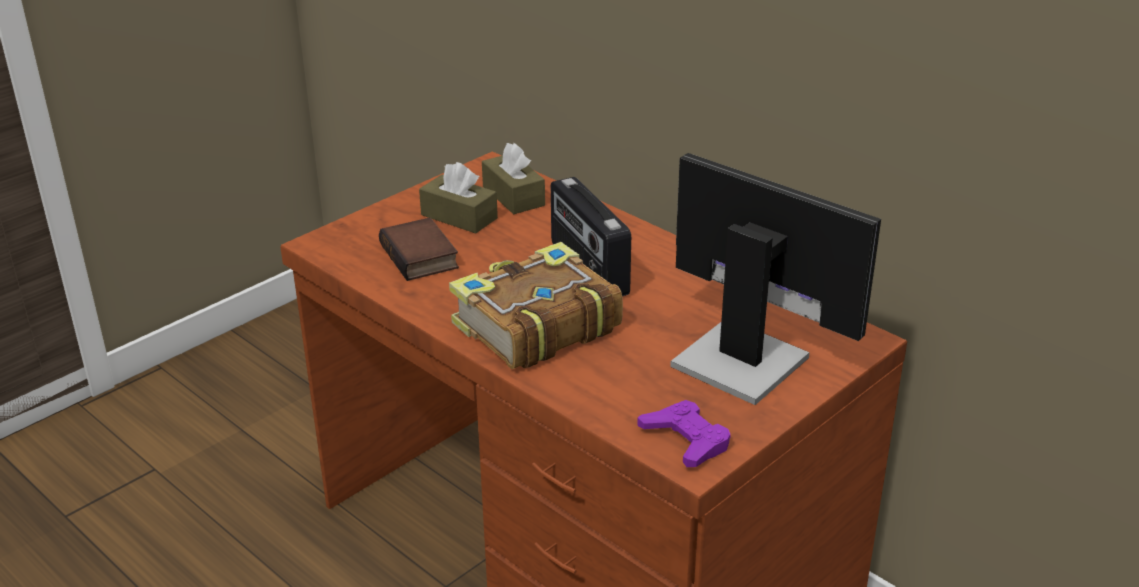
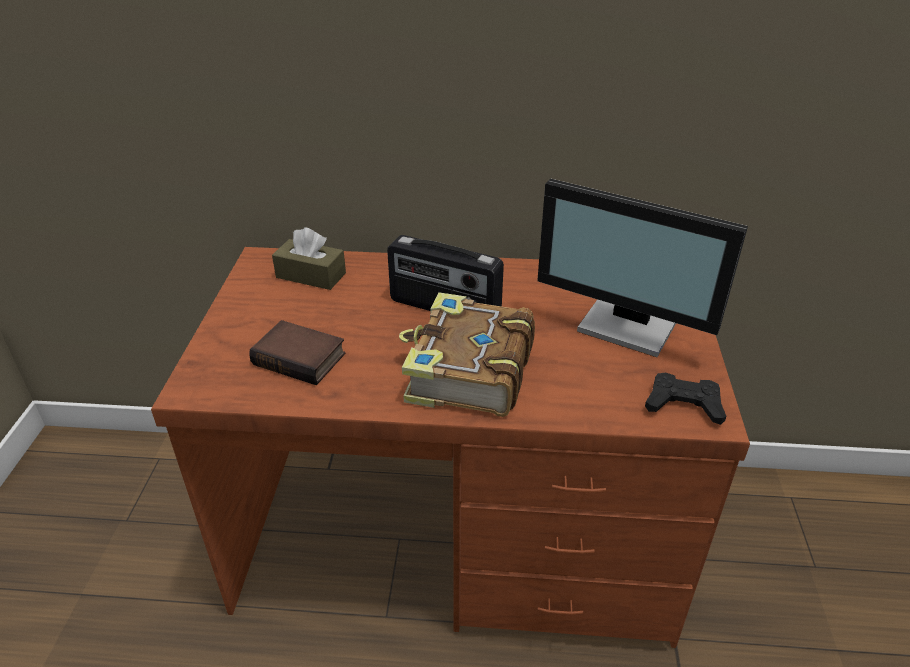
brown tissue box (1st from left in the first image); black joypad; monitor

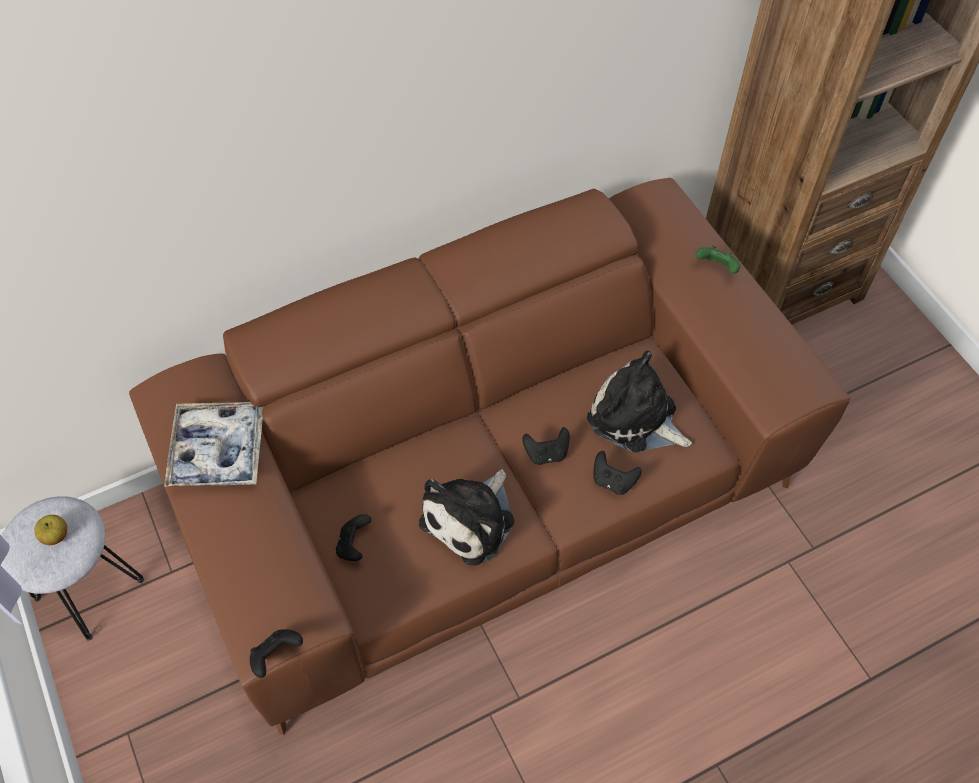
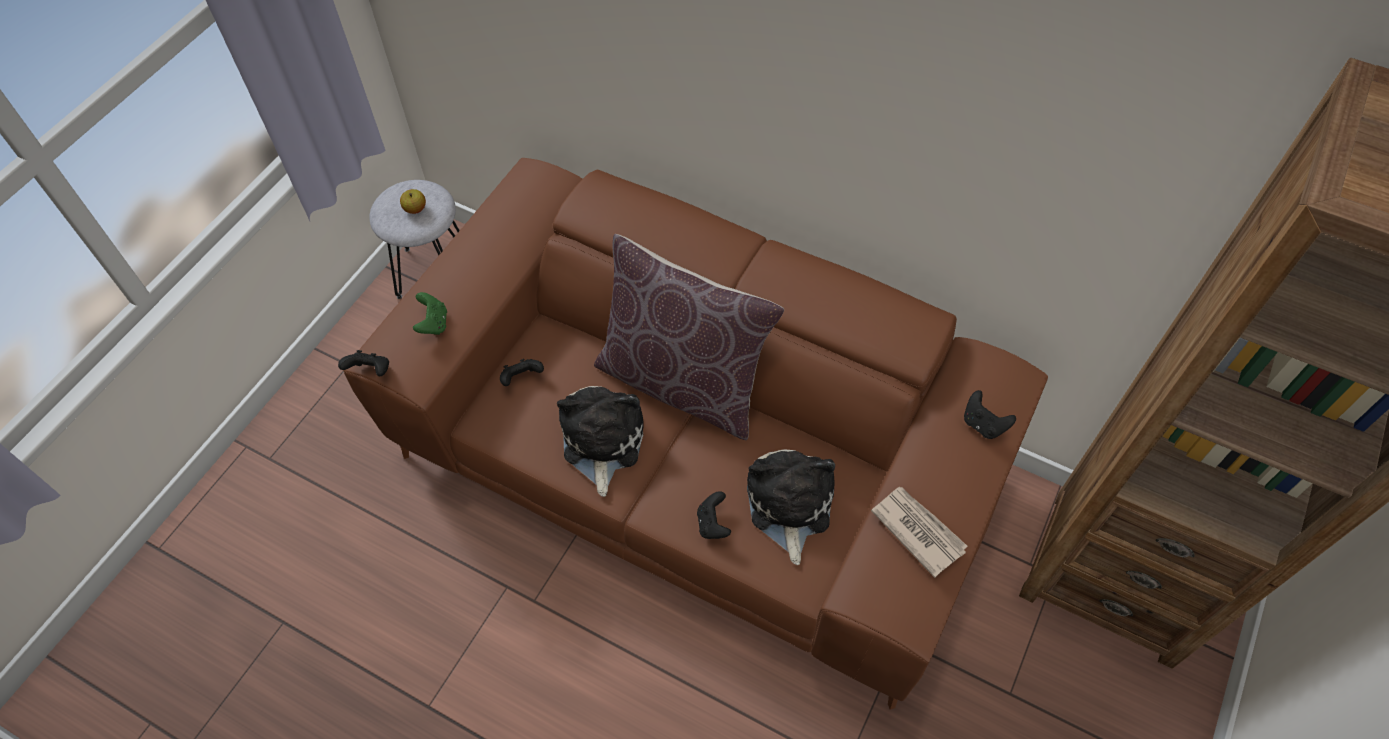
carrying tray; brown pillow; printed paper; black joypad (4th from left); greenish joypad; soft toy (1st from left)

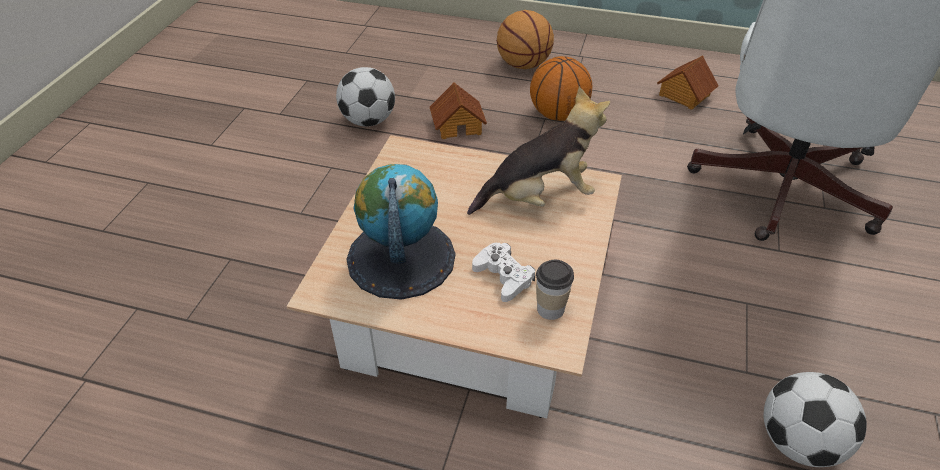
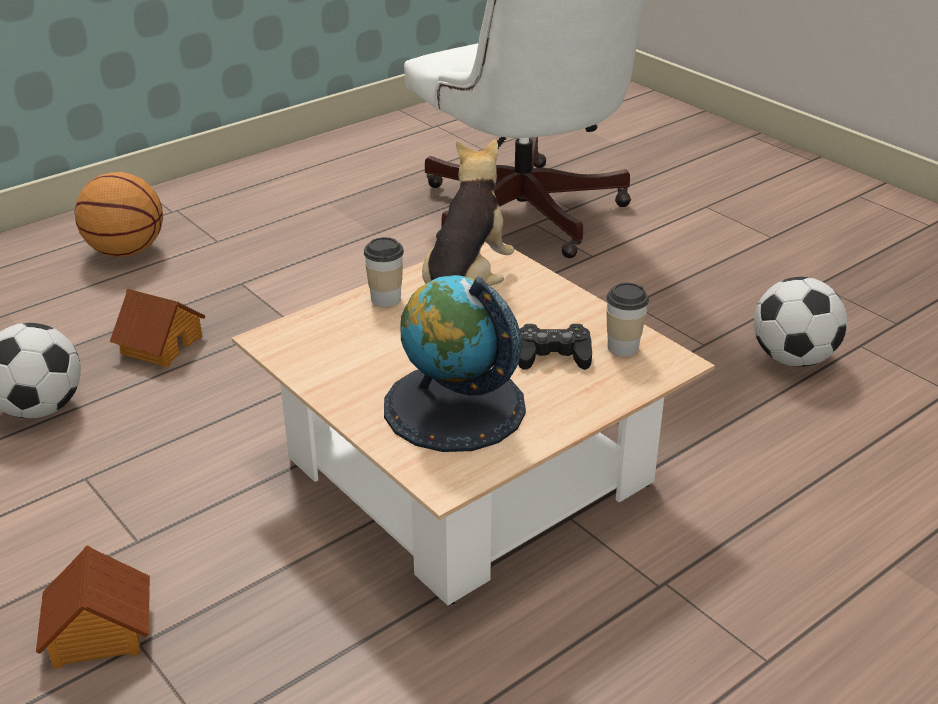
basketball ball (2nd from left in the first image); drinking cup (1st from left); model house (1st from left); black joypad

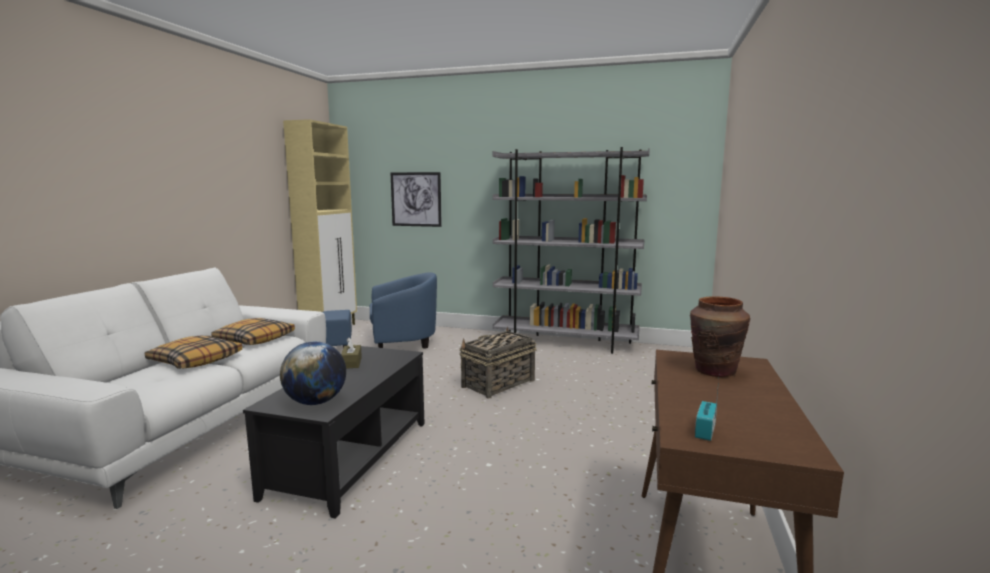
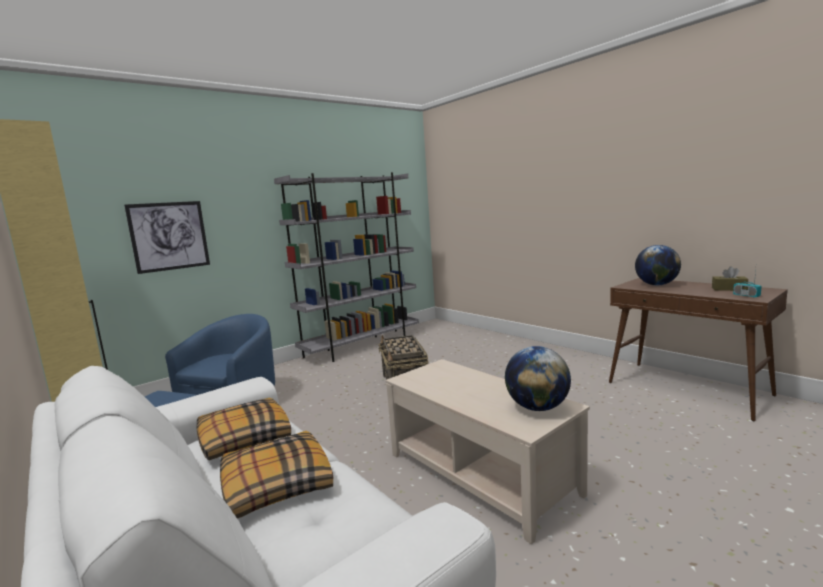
brown tissue box; world globe (2nd from left); beige-coloured lounge table

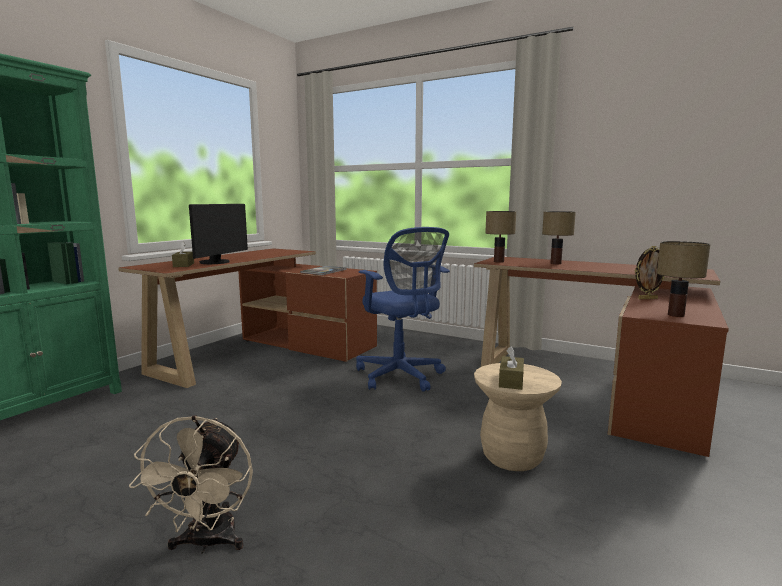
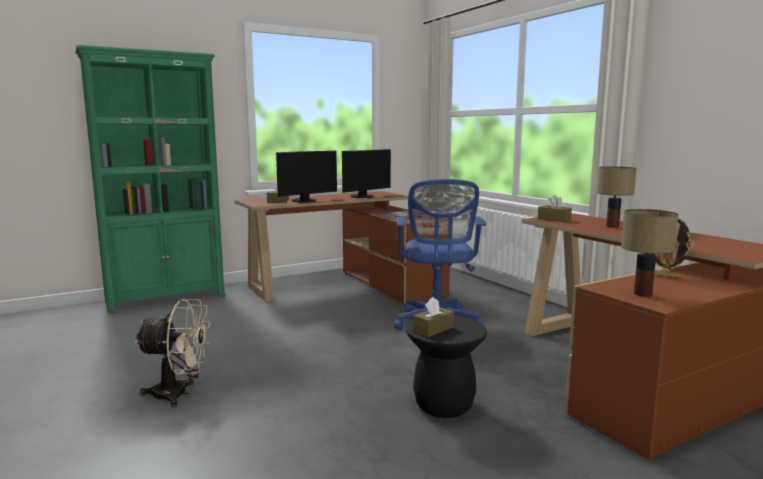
monitor (2nd from left); brown tissue box (3rd from left); black stool; beige-coloured fan

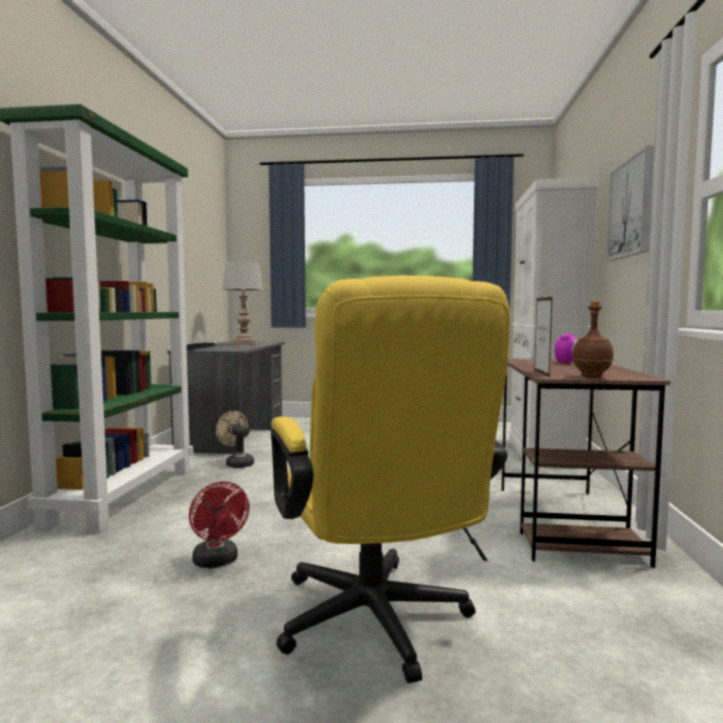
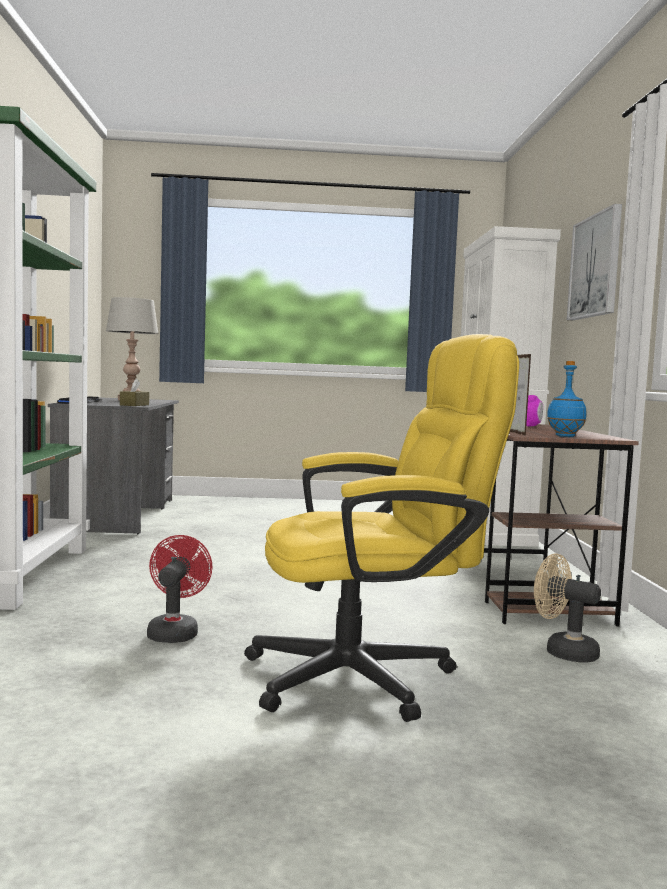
brown tissue box; beige-coloured fan; bluish drink bottle; red-coloured fan; yellowish office chair

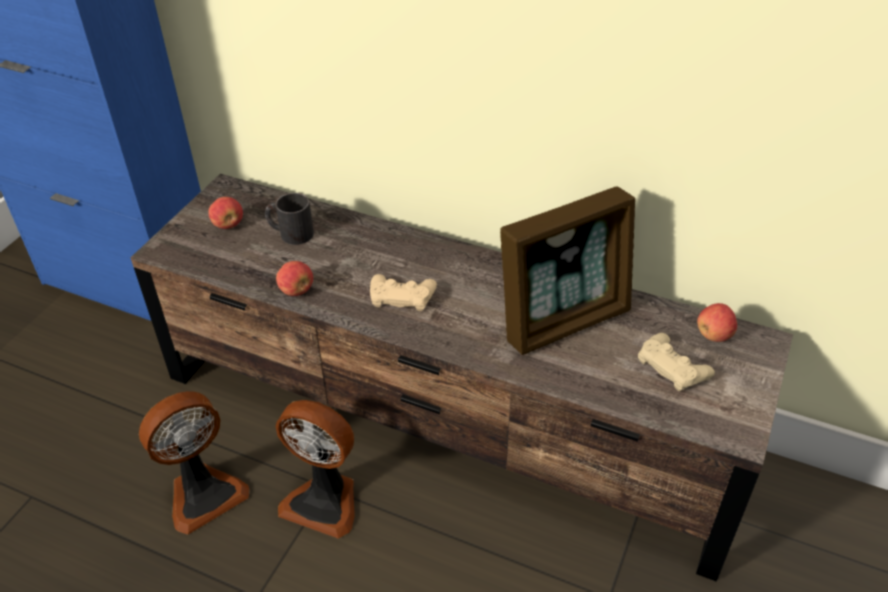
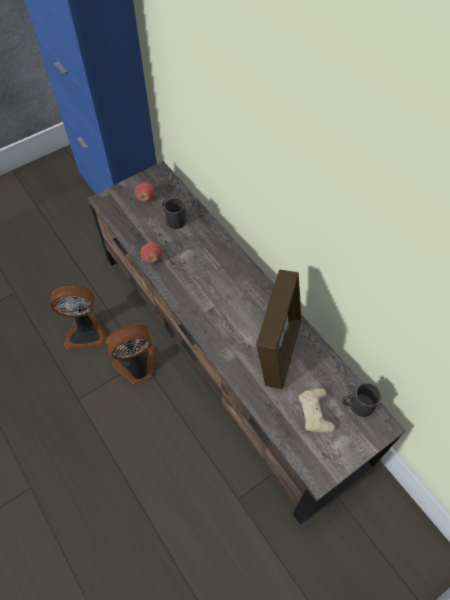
beige-coloured joypad (1st from left in the first image); black mug (2nd from left); fan (2nd from left); standing frame

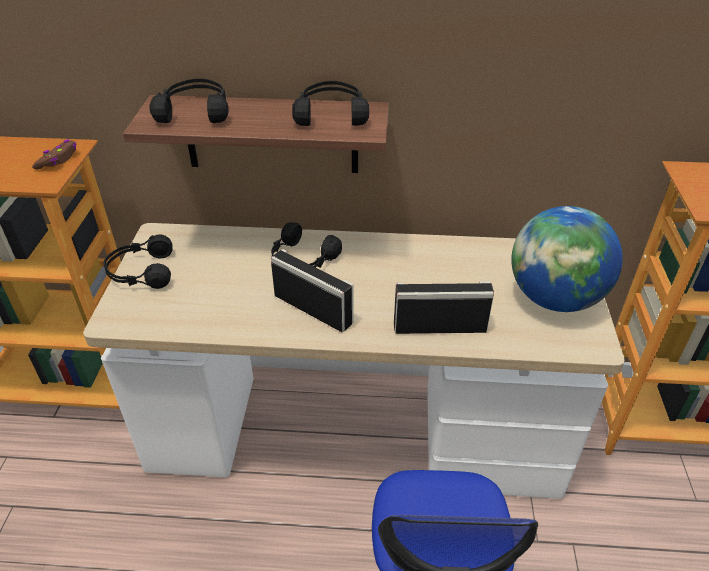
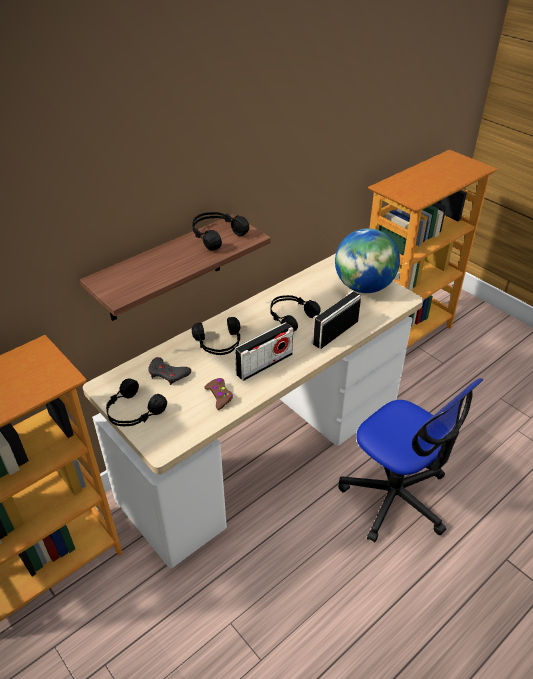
greyish joypad; brown joypad; black pair of headphones (4th from left); radio receiver (1st from left)

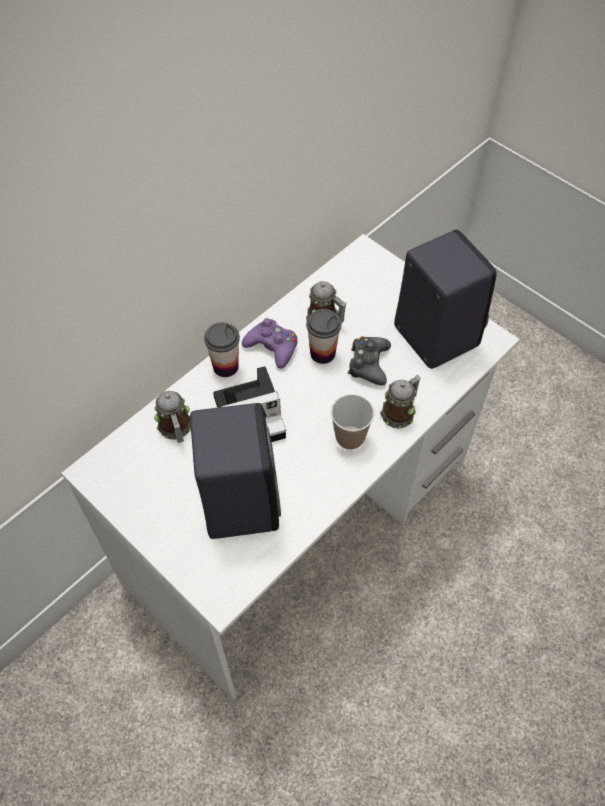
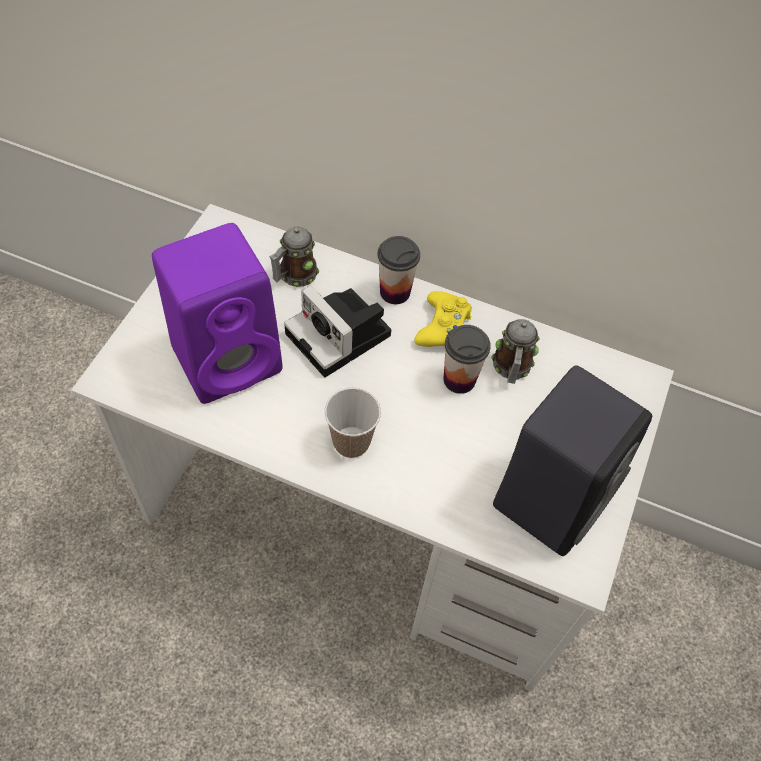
black joypad; mug (3rd from left in the first image); purple-coloured loudspeaker; yellowish joypad

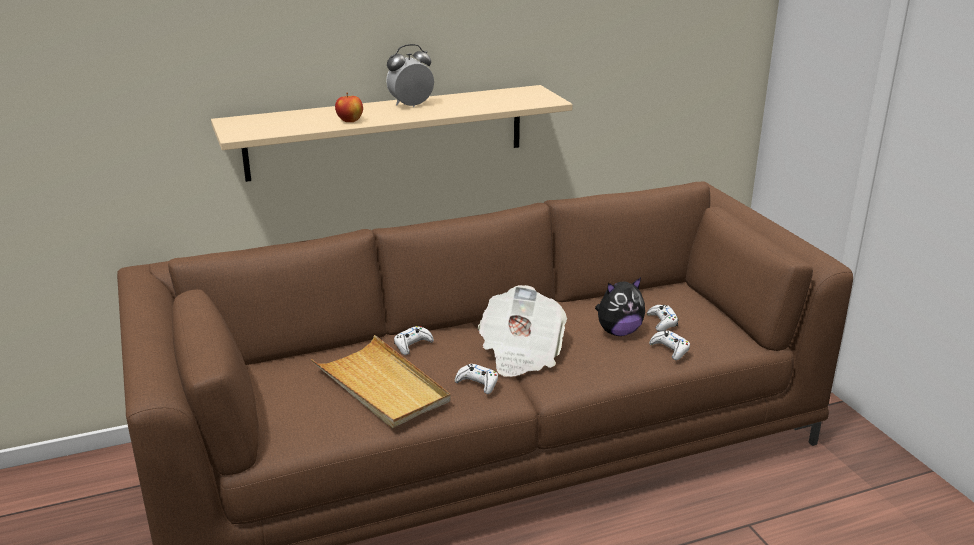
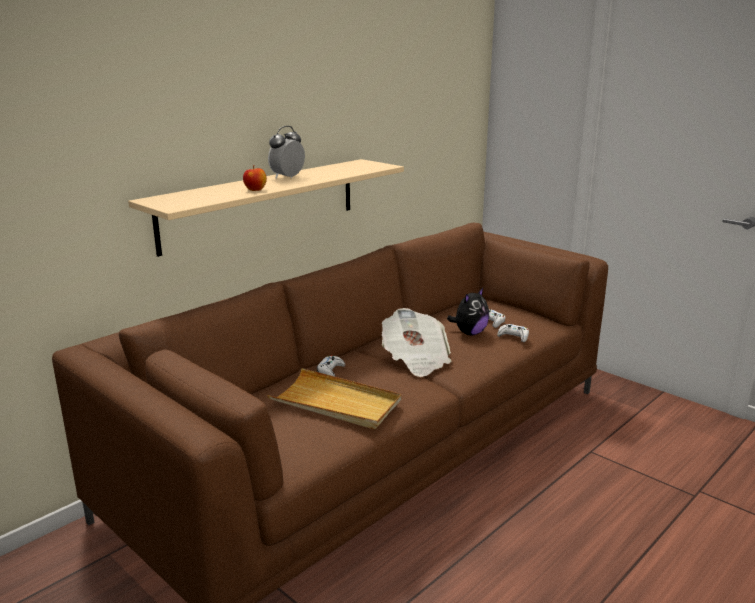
white joypad (2nd from left in the first image)

